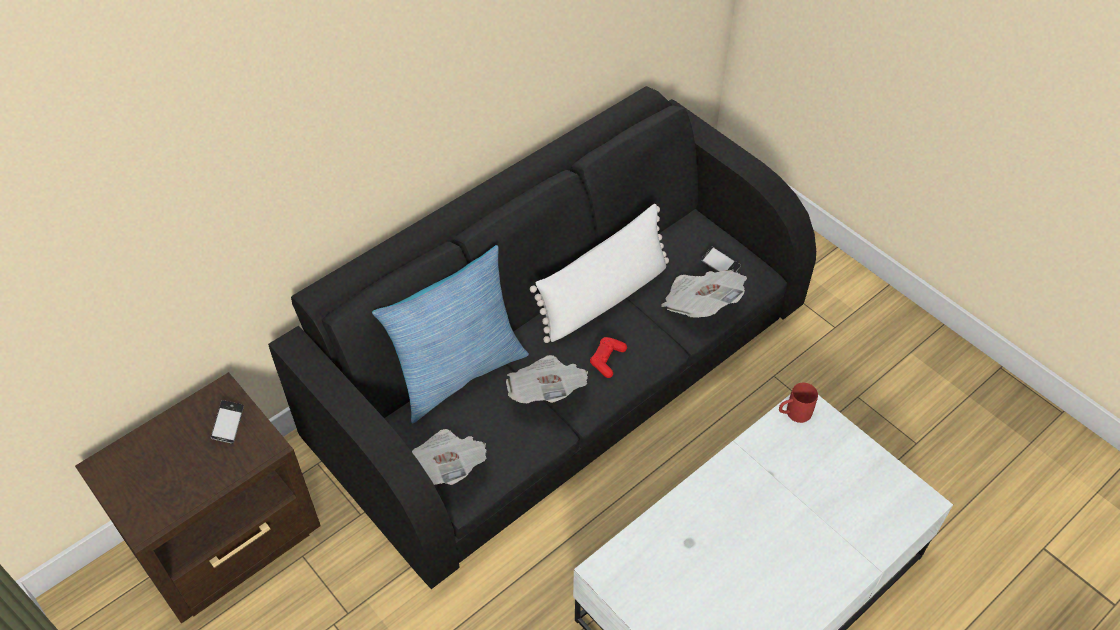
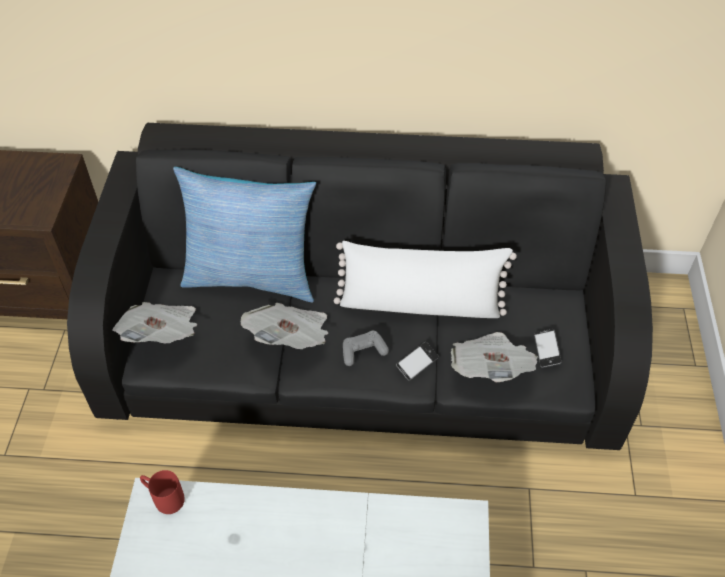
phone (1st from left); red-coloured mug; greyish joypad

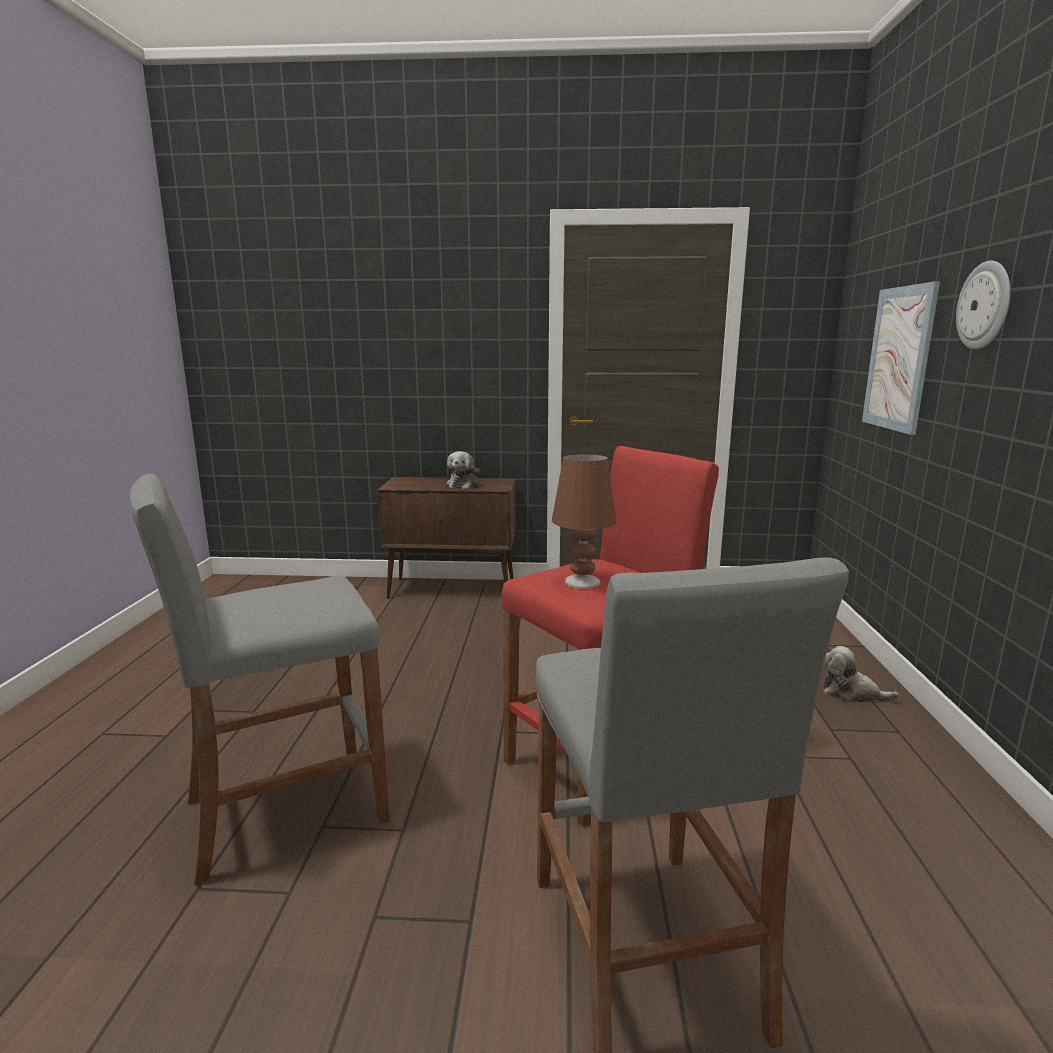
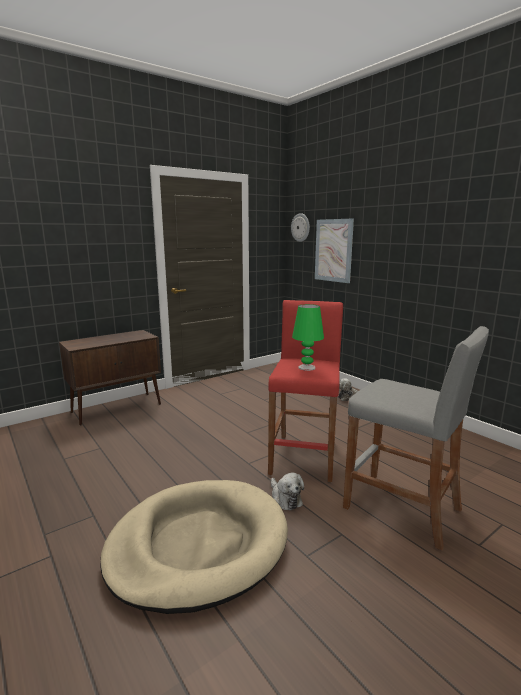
soft toy (1st from left); wall clock; beige-coloured pet bed; greenish table lamp

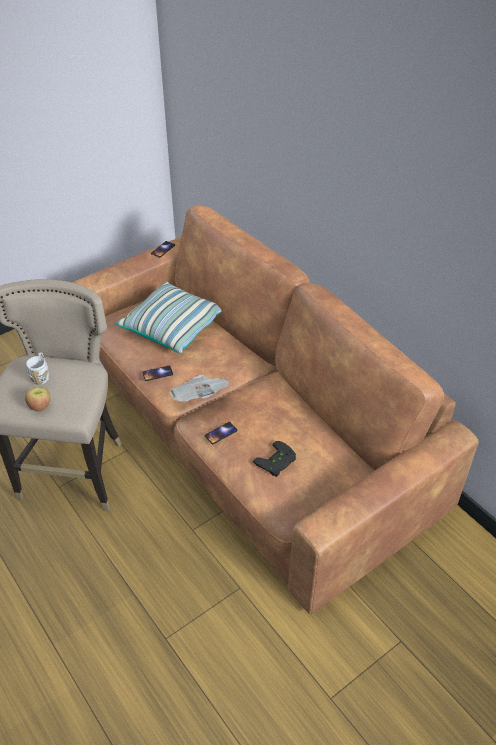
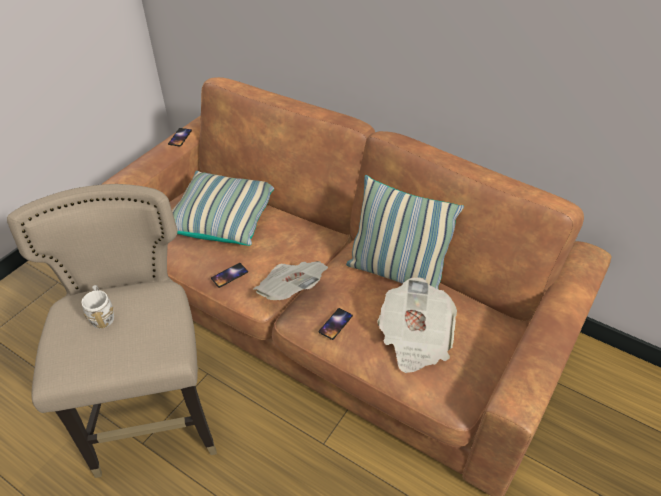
apple fruit; pillow (2nd from left); printed paper (2nd from left)

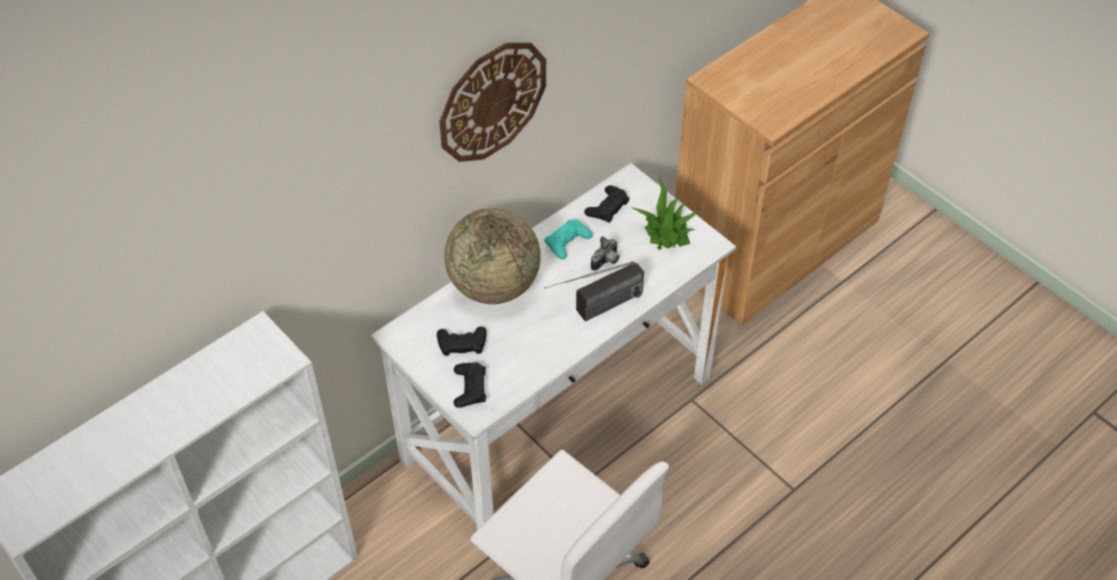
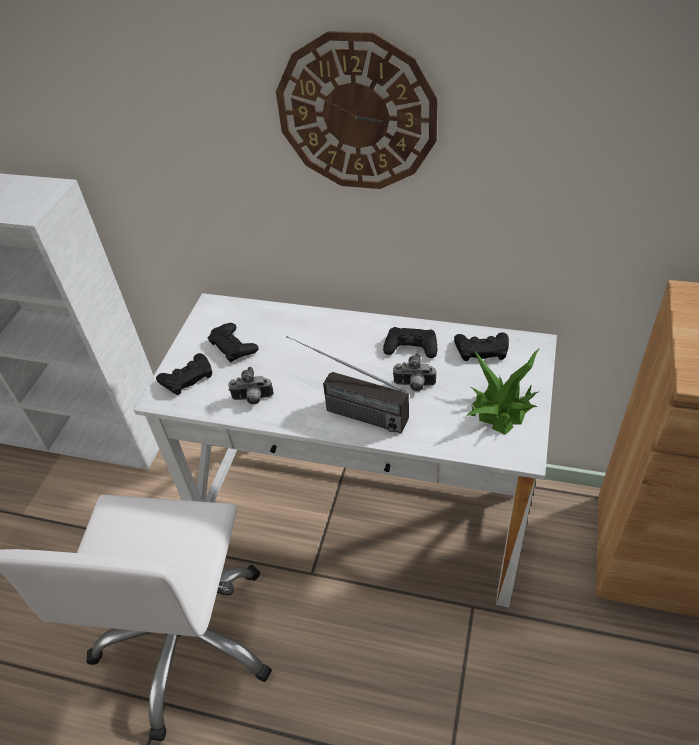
world globe; photo camera (1st from left); black joypad (3rd from left)

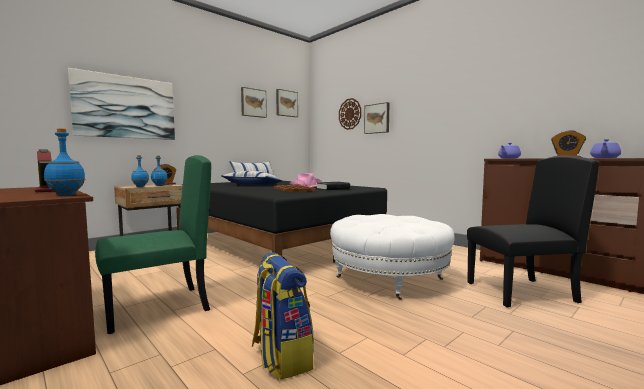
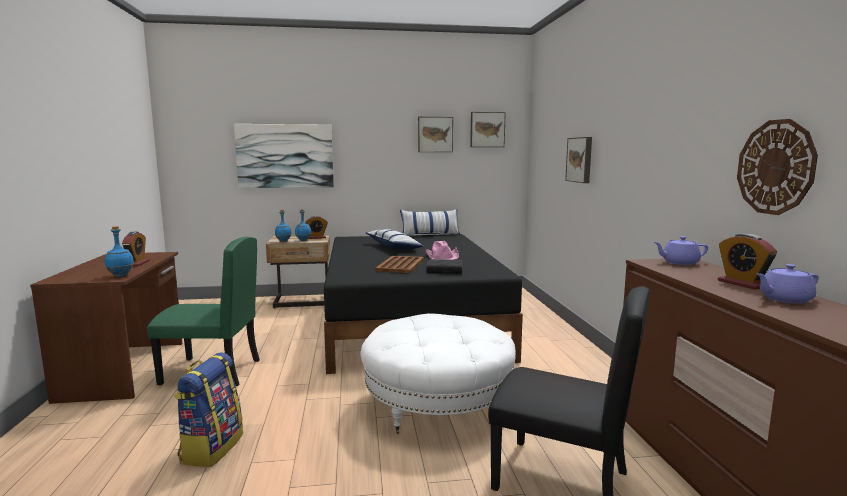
wall clock

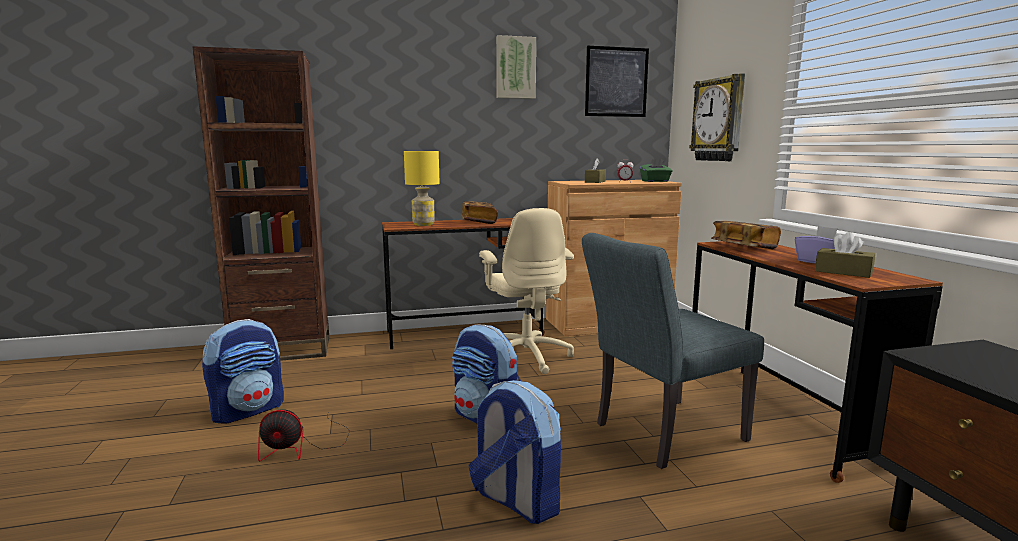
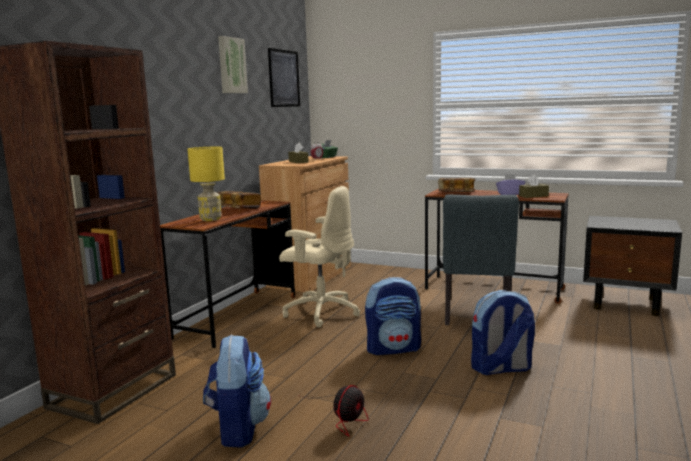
wall clock

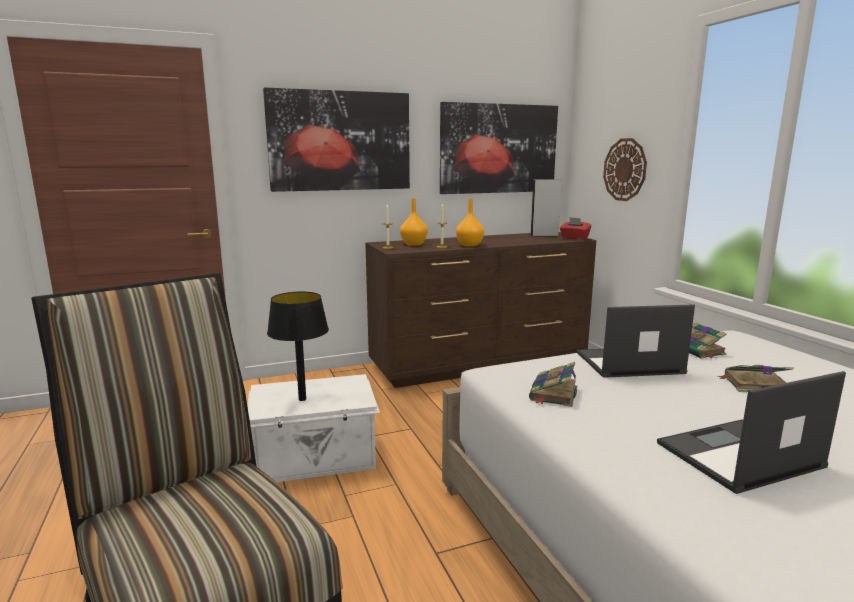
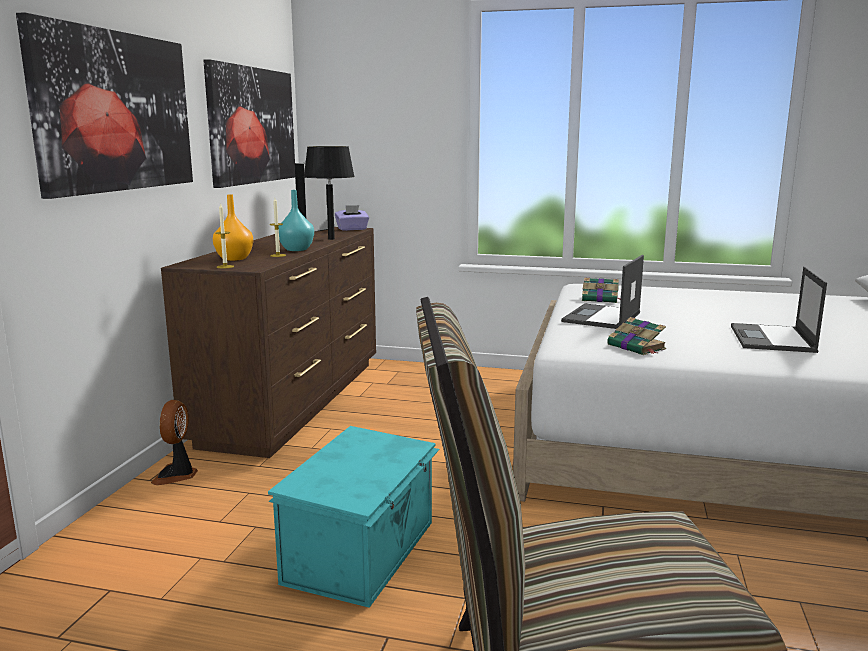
wall clock; bound book (3rd from left in the first image); fan; black table lamp; turquoise storage box; turquoise flower vase; purple-coloured tissue box

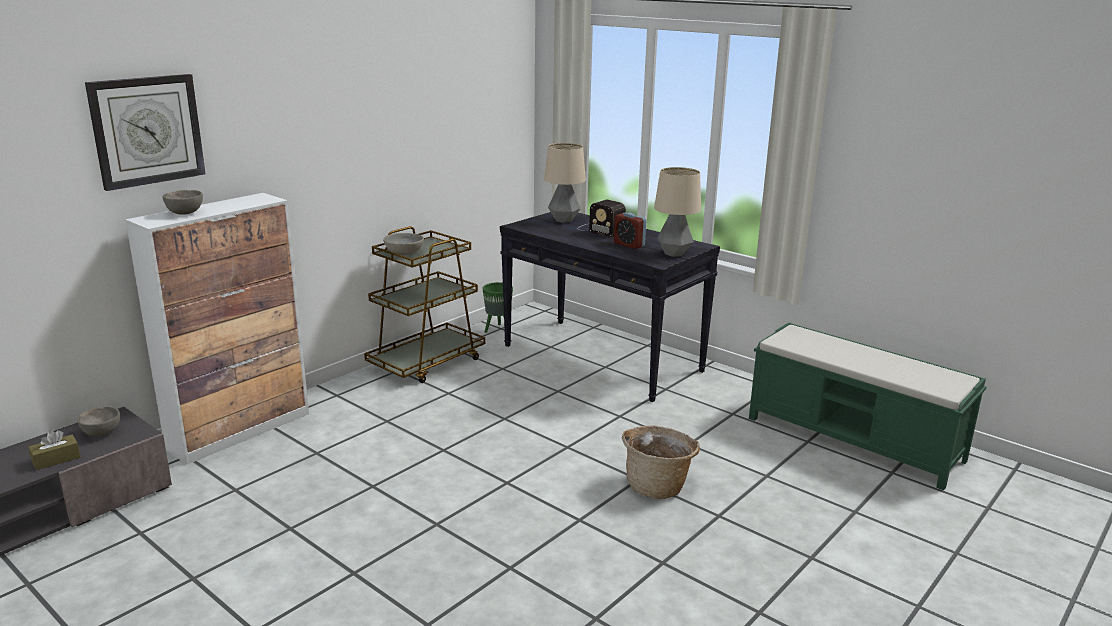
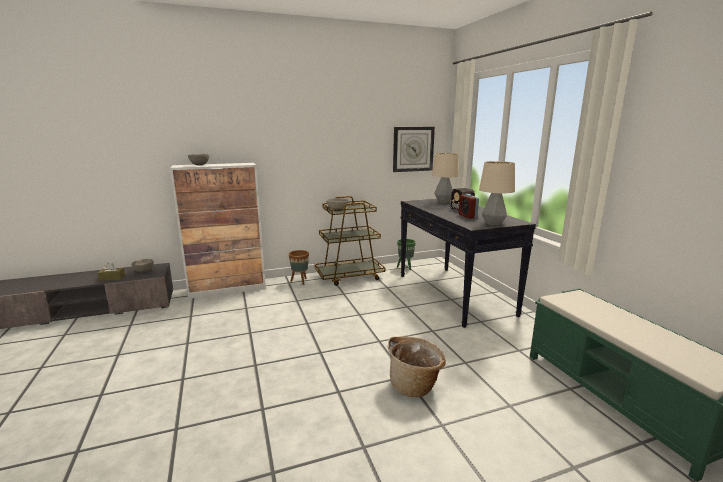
brown planter; wall clock

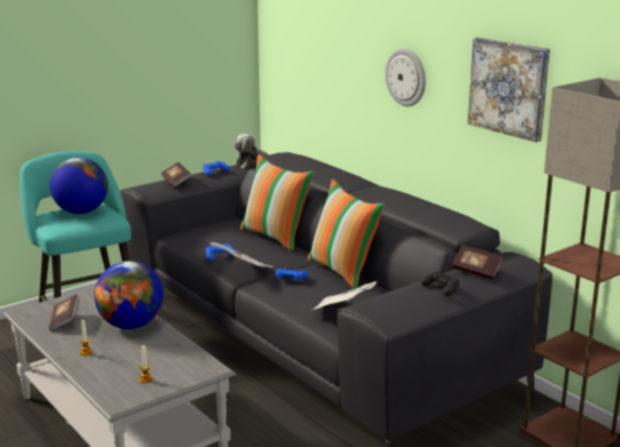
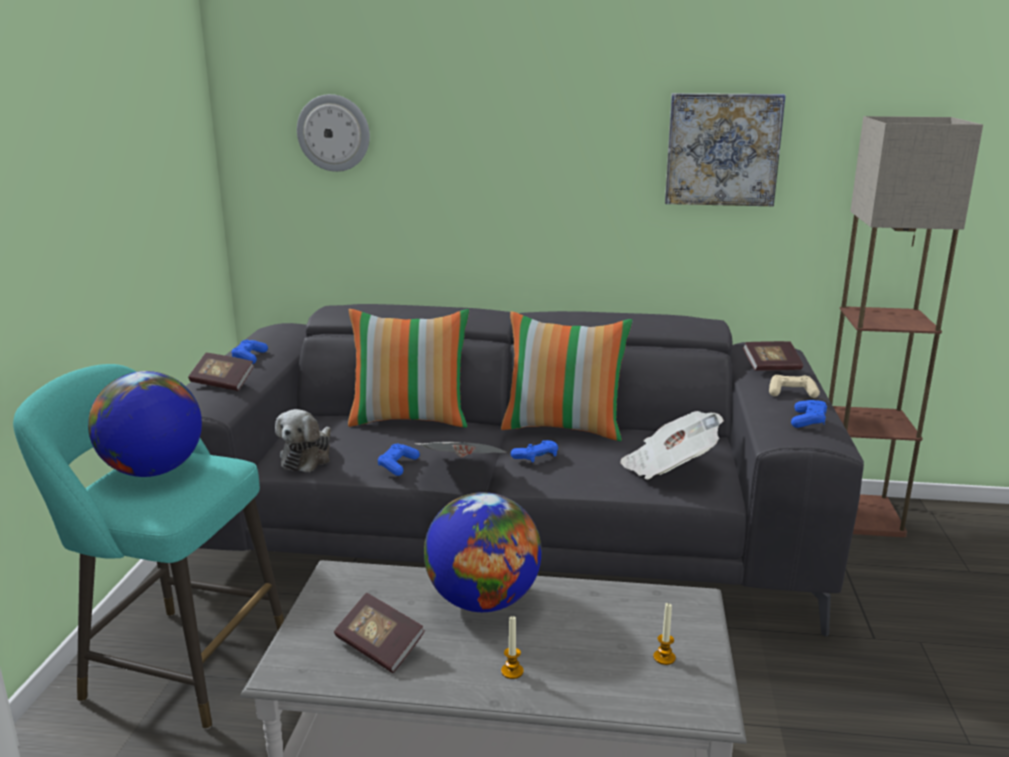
bluish joypad (4th from left); soft toy; wall clock; beige-coloured joypad

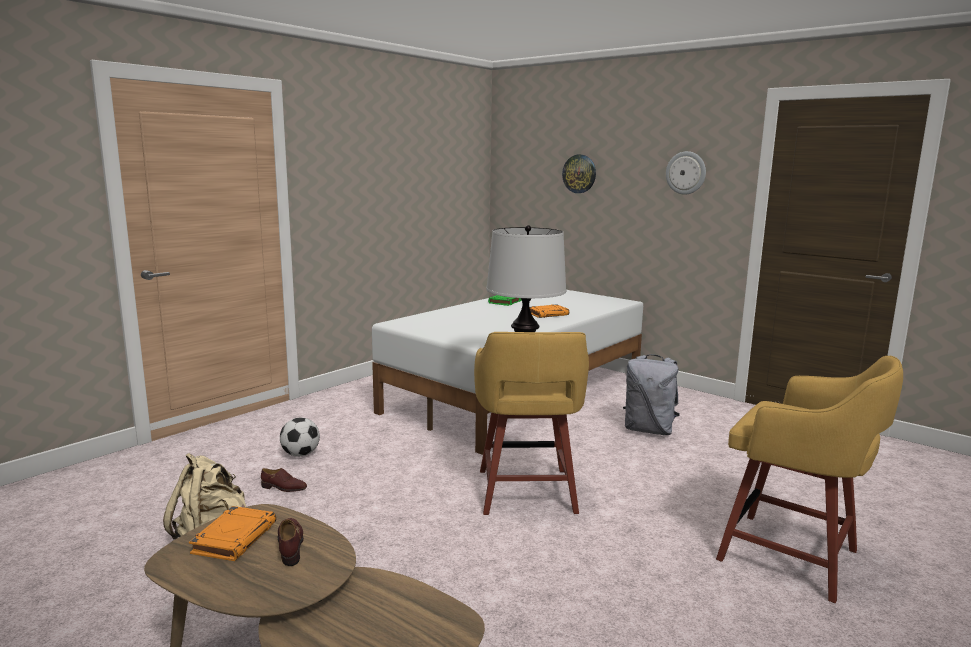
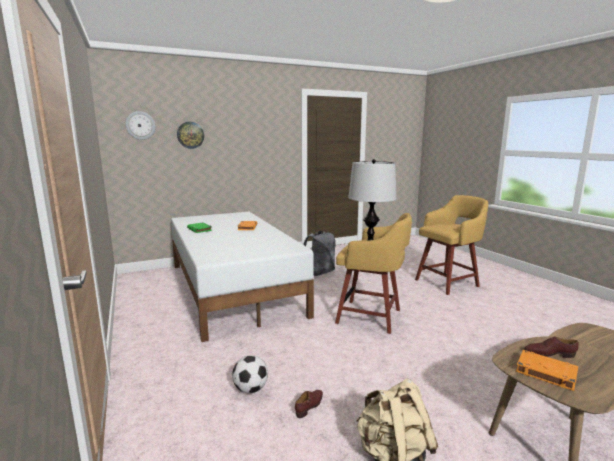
wall clock (1st from left)

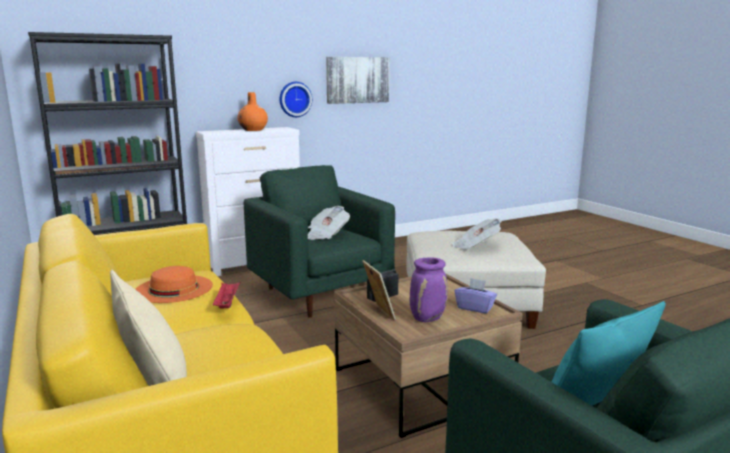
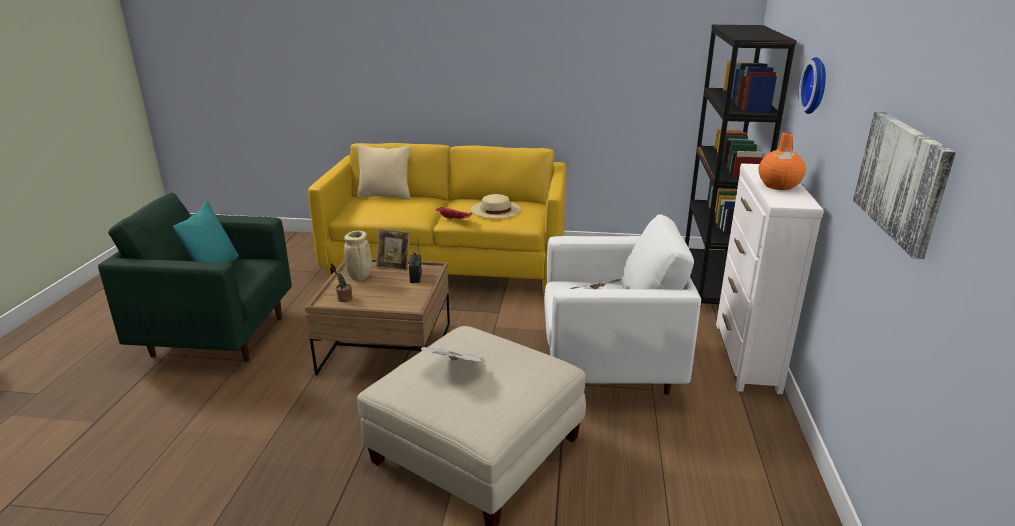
wall clock; houseplant; beige-coloured hat; white lounge chair; beige-coloured flower vase

